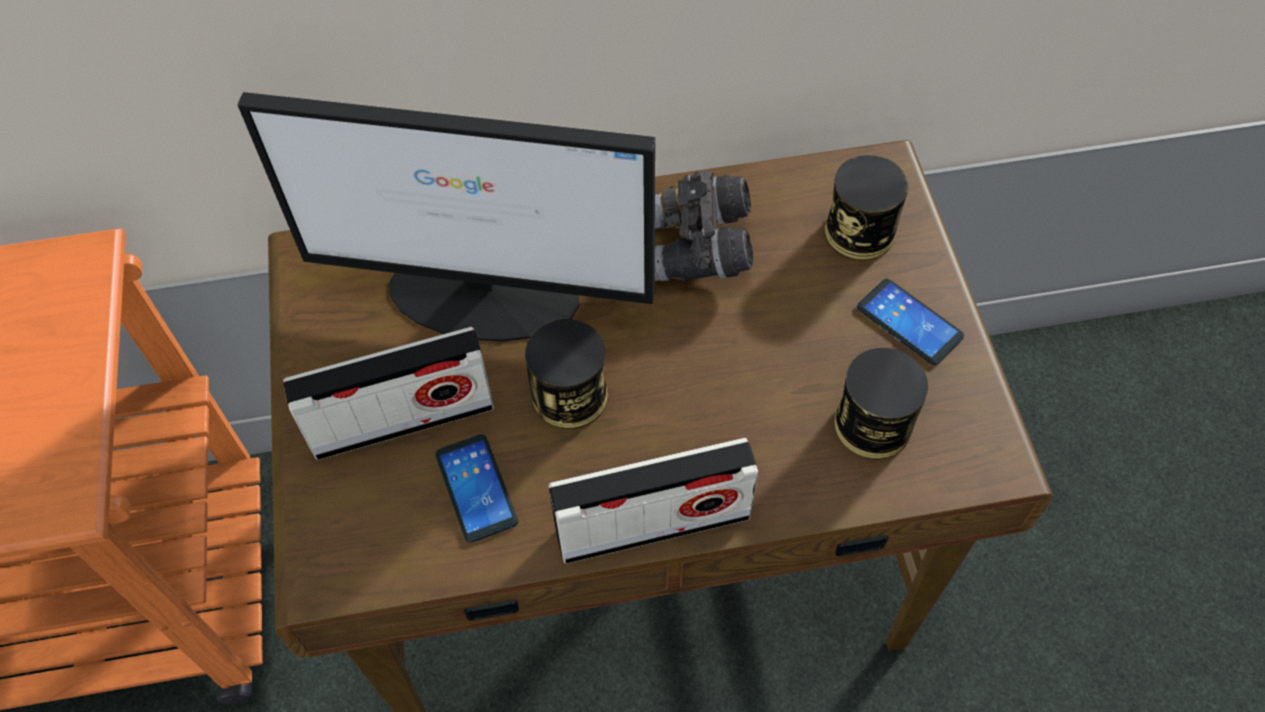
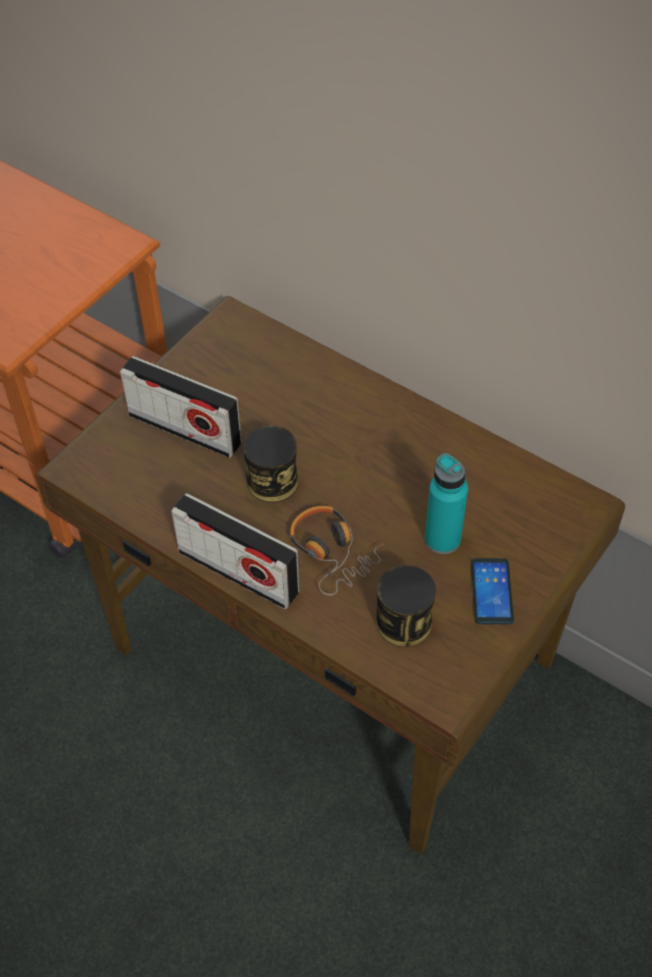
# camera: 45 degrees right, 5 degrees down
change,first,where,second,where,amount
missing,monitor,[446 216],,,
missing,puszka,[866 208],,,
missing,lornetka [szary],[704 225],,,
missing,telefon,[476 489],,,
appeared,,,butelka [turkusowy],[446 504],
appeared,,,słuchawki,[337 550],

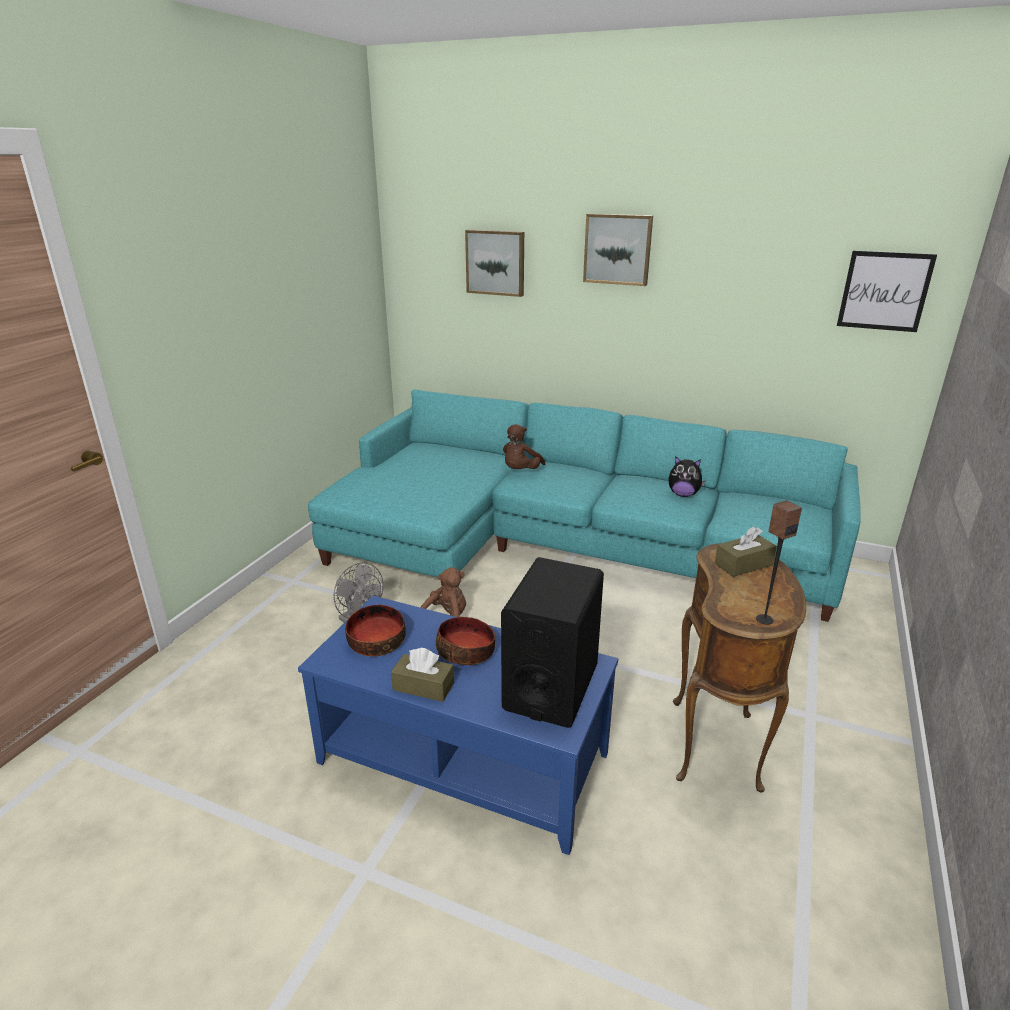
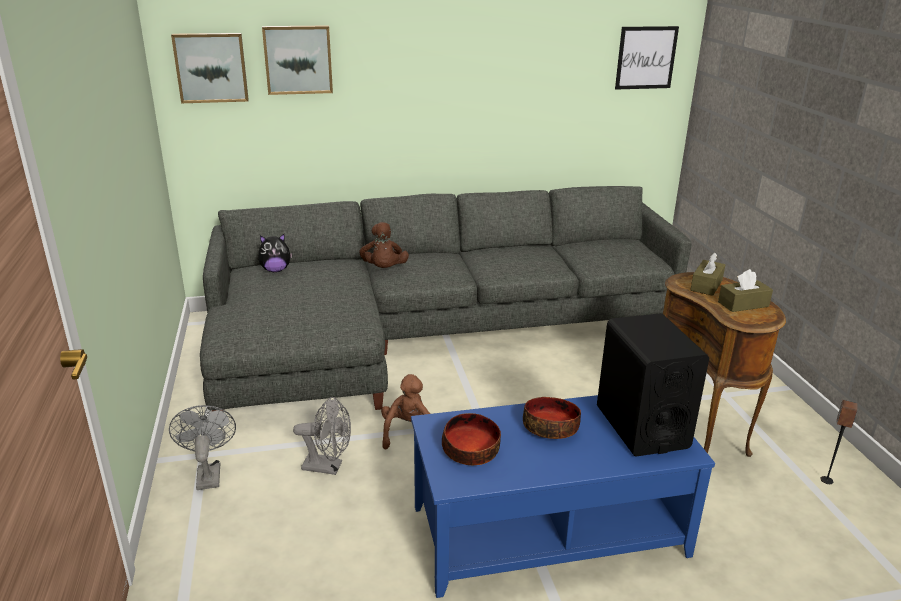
# camera: 35 degrees left, 0 degrees up
change,first,where,second,where,amount
relocated,obraz,[618 250],,[210 68],
colour,kanapa [turkusowy],[584 506],kanapa [szary],[446 298],
relocated,pluszak,[686 476],,[275 253],
relocated,głośnik,[779 562],,[839 442],
relocated,pudełko chusteczek [brązowy],[422 675],,[745 290],
appeared,,,wentylator [szary],[202 447],

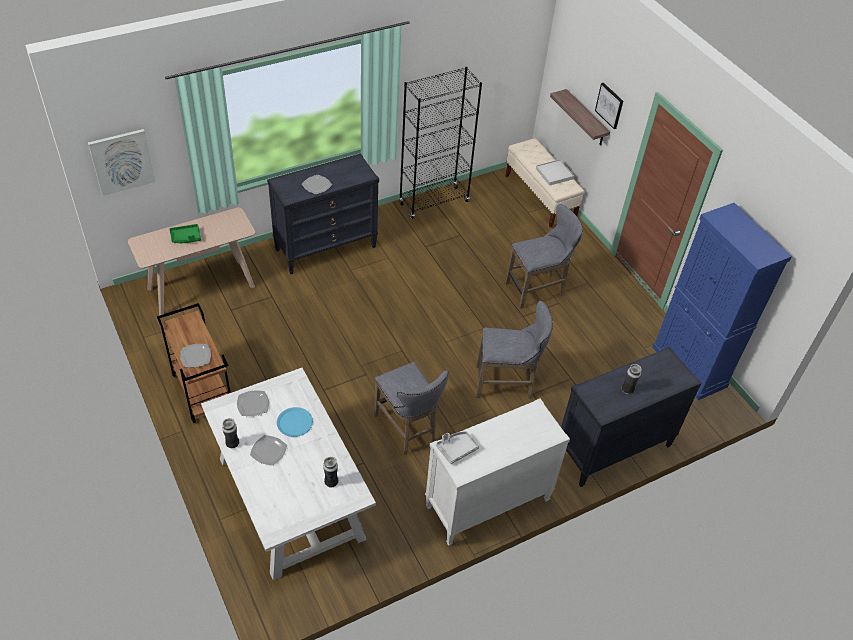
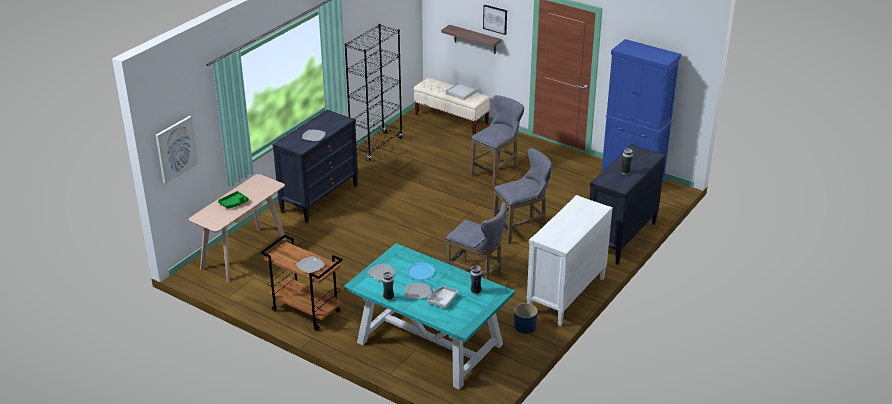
# camera: 25 degrees left, 15 degrees down
change,first,where,second,where,amount
colour,stół jadalny [biały],[288 474],stół jadalny [turkusowy],[429 316],
relocated,taca [szary],[457 447],,[442 297],
appeared,,,donica [niebieski],[526 318],

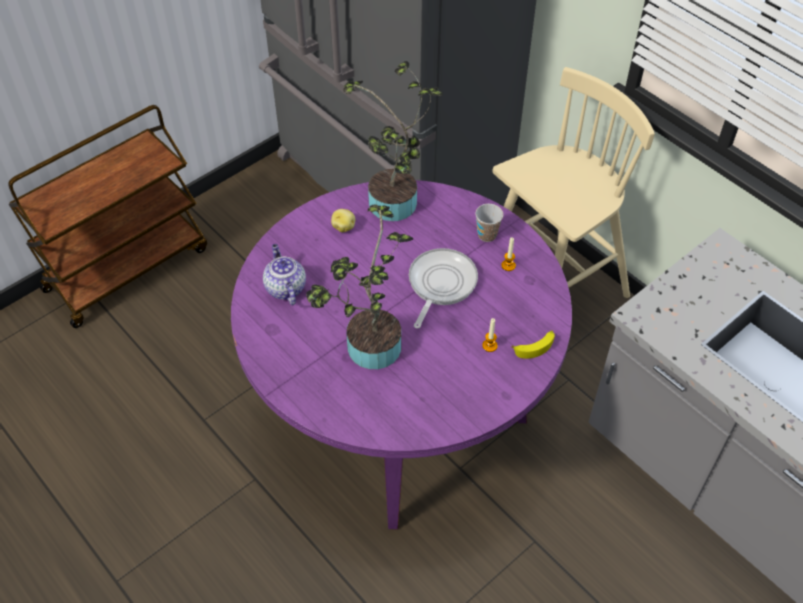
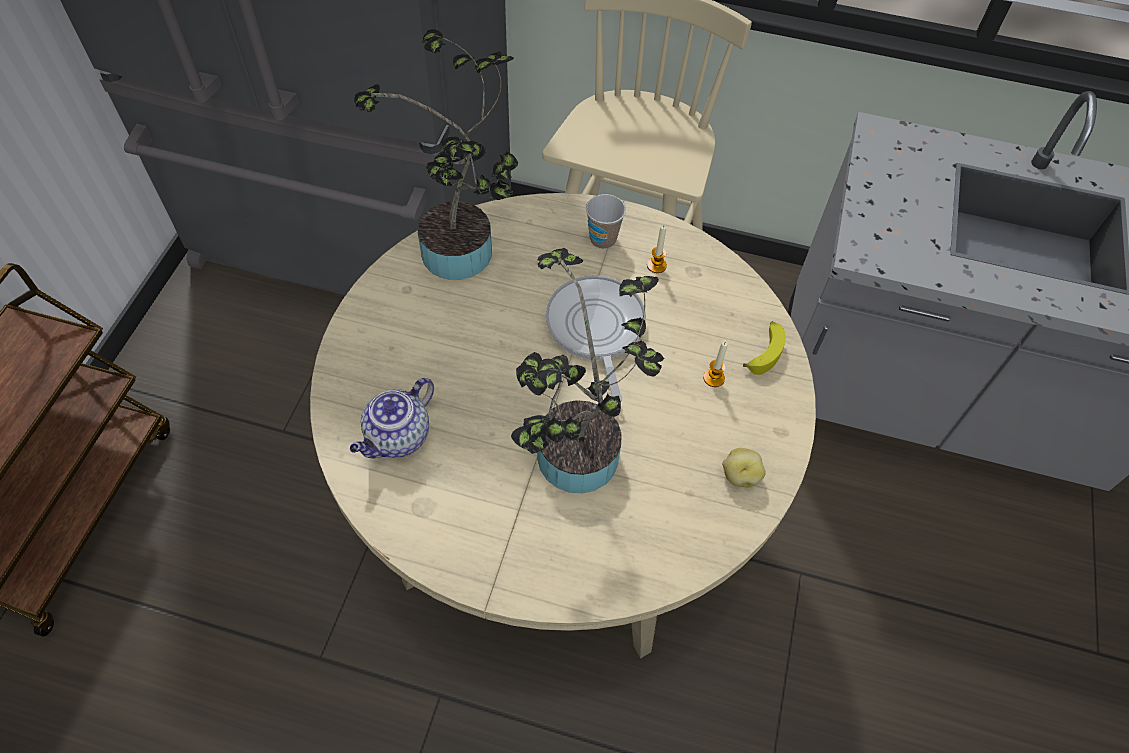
# camera: 35 degrees left, 5 degrees up
change,first,where,second,where,amount
colour,stół jadalny [fioletowy],[401 355],stół jadalny [beżowy],[563 426],
relocated,ziemniak,[343 220],,[744 467],
spun,imbryk,[284 274],,[392 418],90 degrees counterclockwise

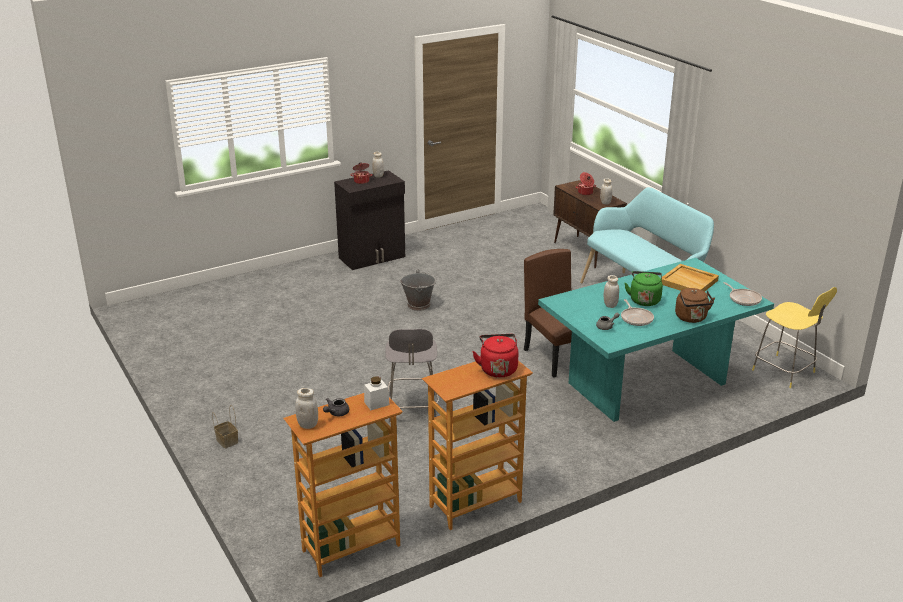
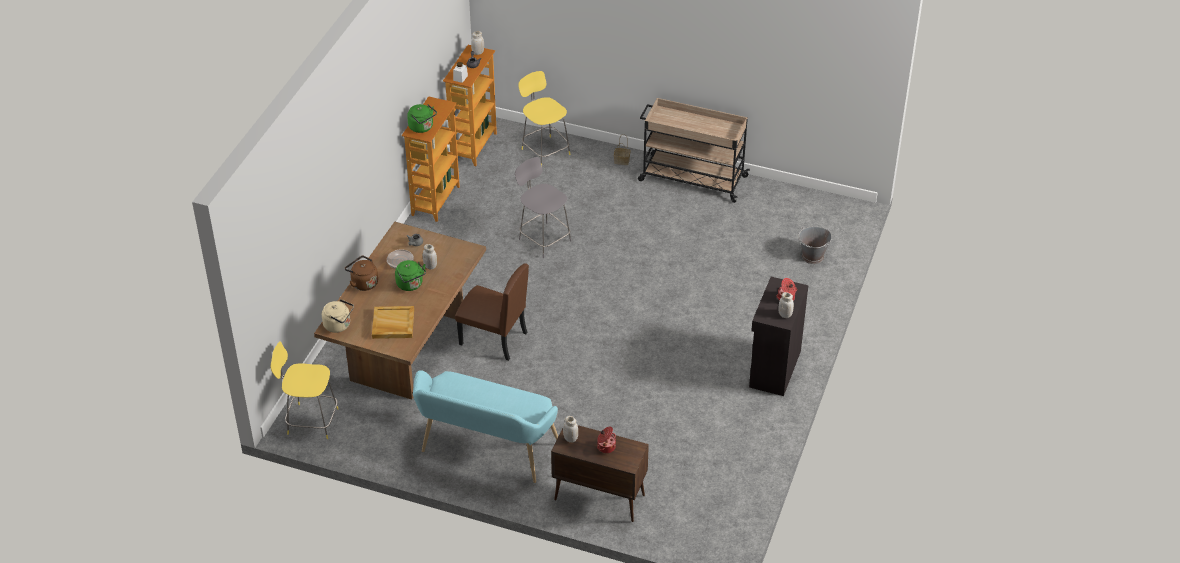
# camera: 140 degrees right, 15 degrees up
change,first,where,second,where,amount
colour,stół jadalny [turkusowy],[656 340],stół jadalny [brązowy],[400 311],
relocated,wiadro [szary],[417 290],,[815 245],
exchanged,patelnia,[742 294],czajnik [beżowy],[338 316],
colour,czajnik [czerwony],[495 356],czajnik [zielony],[422 118],
appeared,,,stołek [żółty],[544 118],
appeared,,,wózek [beżowy],[694 150],

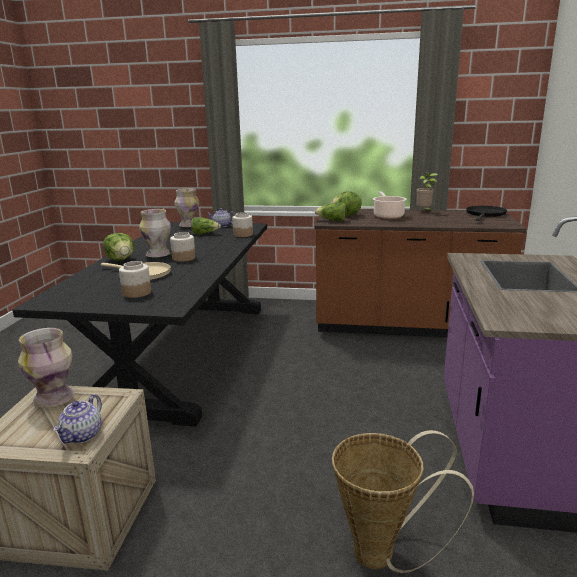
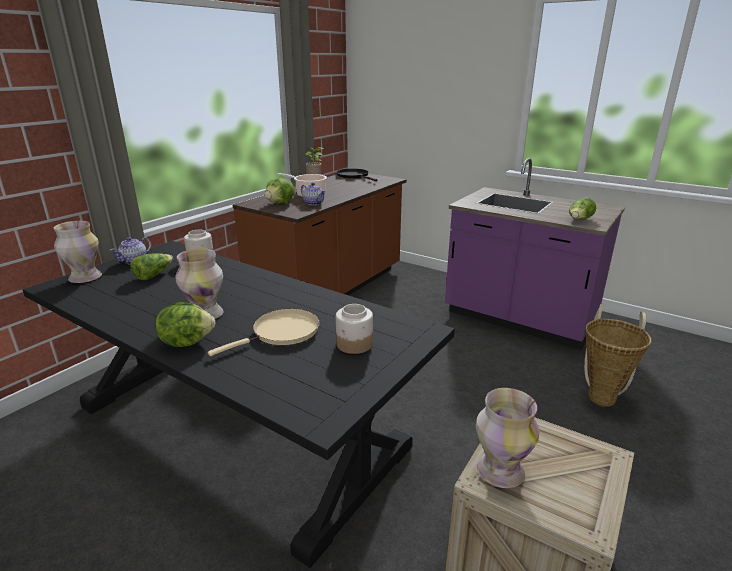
# camera: 65 degrees left, 5 degrees up
change,first,where,second,where,amount
relocated,sałata,[331 211],,[582 208],
missing,słoik,[183 247],,,
relocated,imbryk,[77 419],,[313 194],

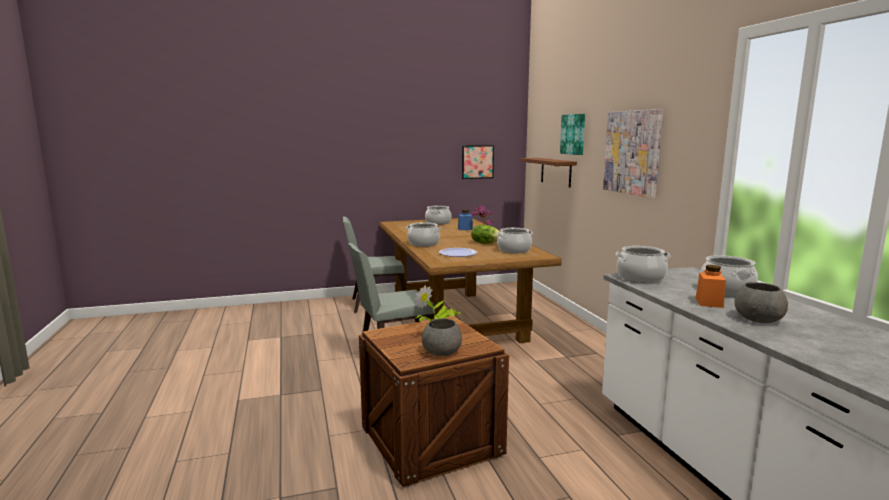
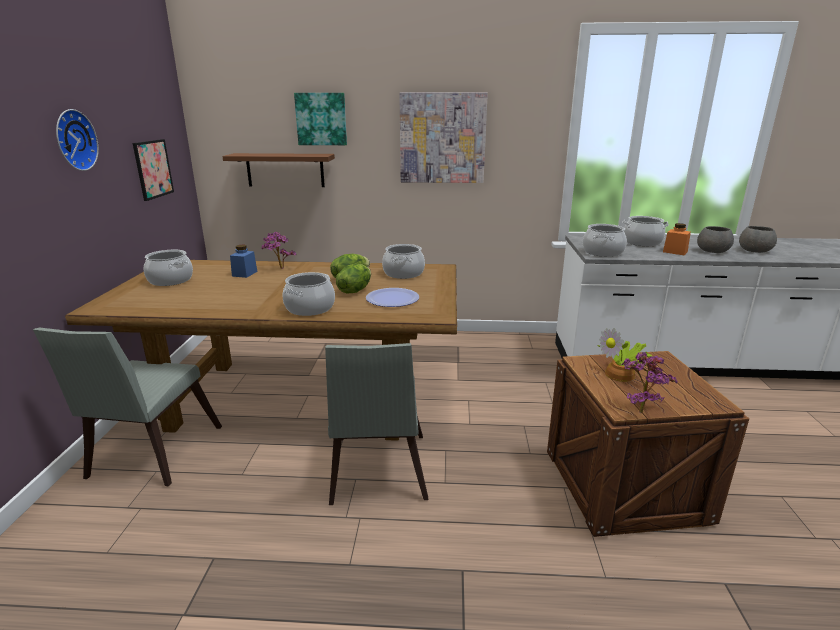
# camera: 70 degrees left, 10 degrees up
change,first,where,second,where,amount
relocated,miska [szary],[442 337],,[758 239],
appeared,,,zegar ścienny,[77 140],
appeared,,,sałata,[353 278],
appeared,,,roślina doniczkowa,[649 382],

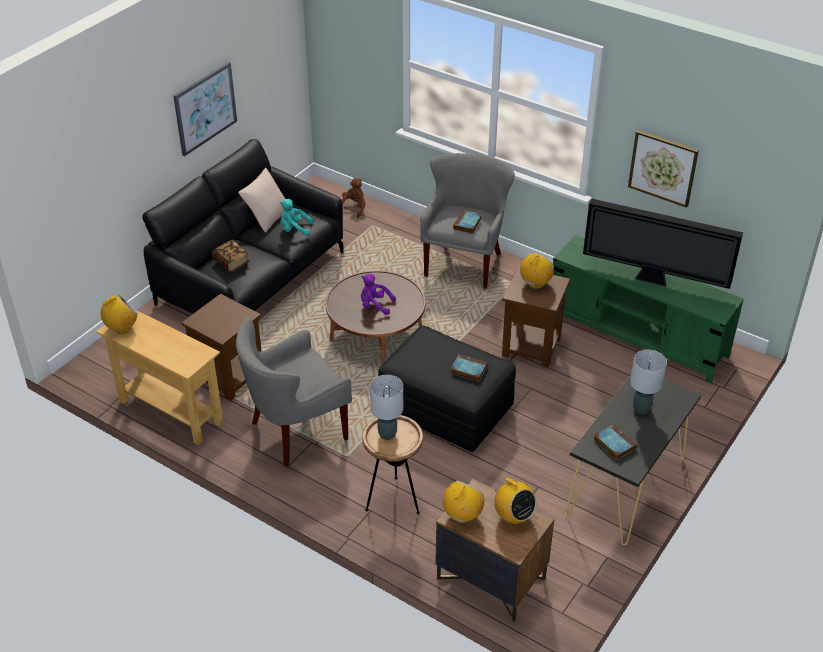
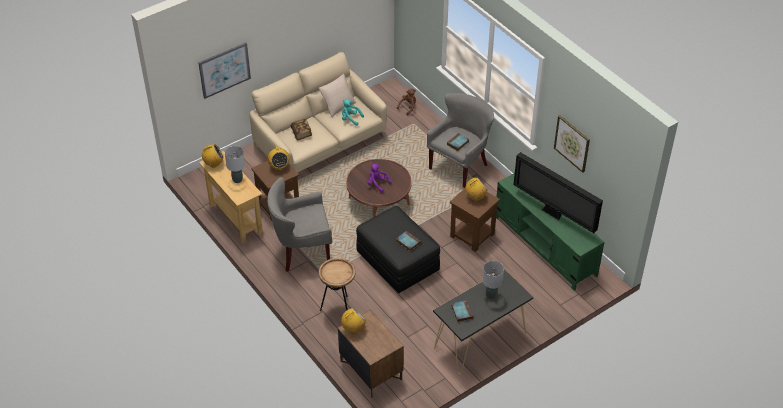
# camera: 20 degrees right, 5 degrees up
change,first,where,second,where,amount
relocated,obraz,[205 109],,[224 70],
colour,kanapa [czarny],[242 226],kanapa [beżowy],[318 112],
relocated,lampa stołowa [szary],[386 407],,[235 164],
relocated,radio,[514 501],,[278 158],

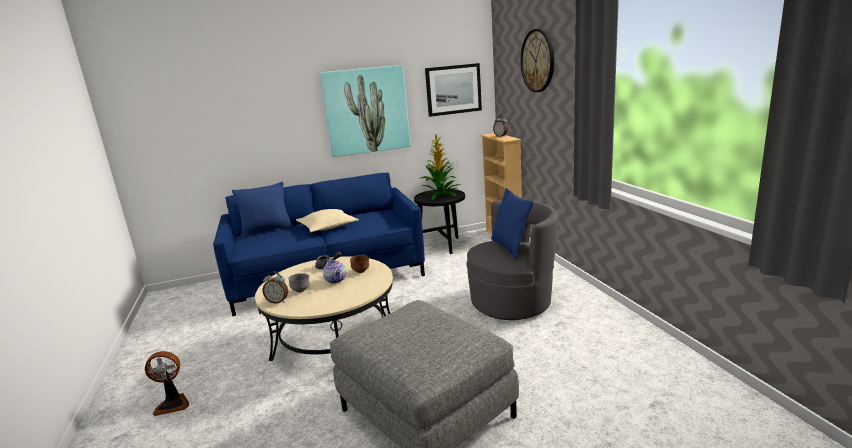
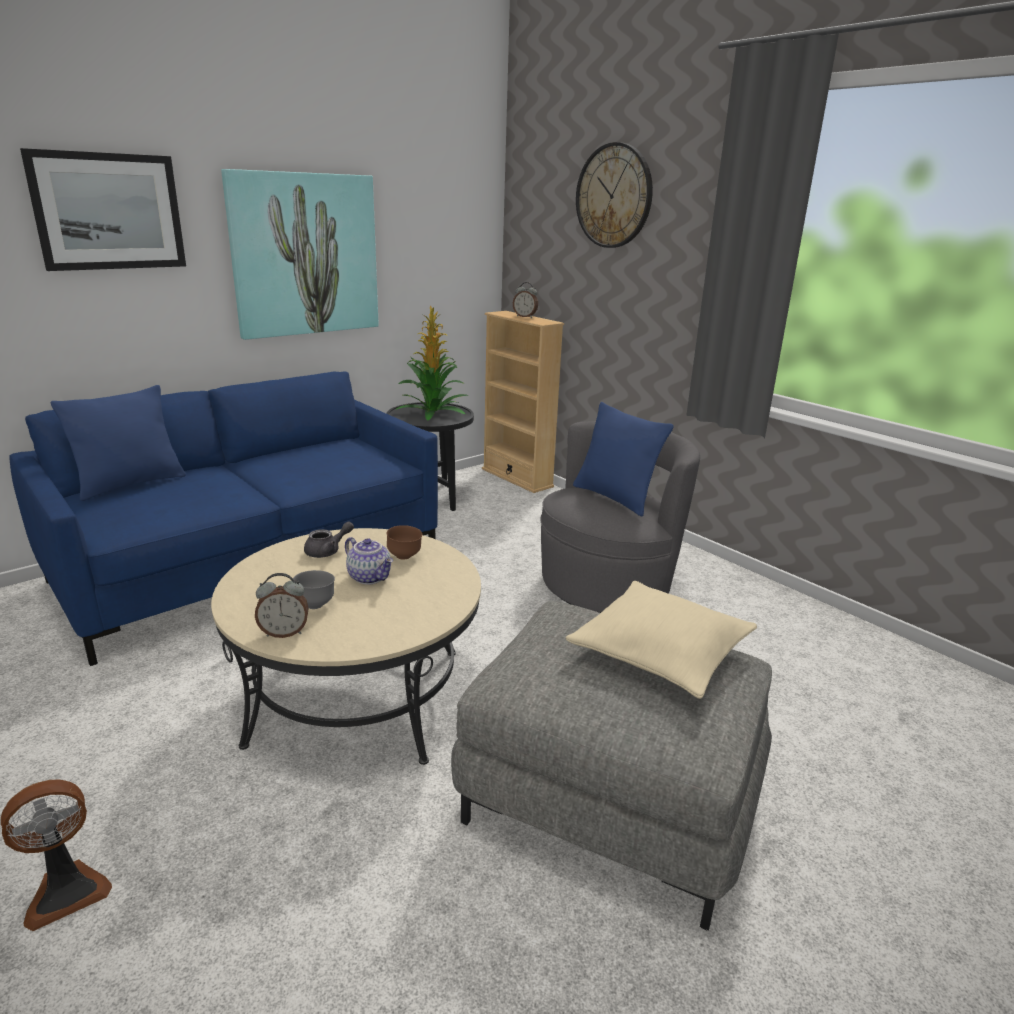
# camera: 25 degrees left, 5 degrees up
change,first,where,second,where,amount
relocated,obraz,[453 90],,[103 209],
relocated,poduszka [beżowy],[327 220],,[661 640],

